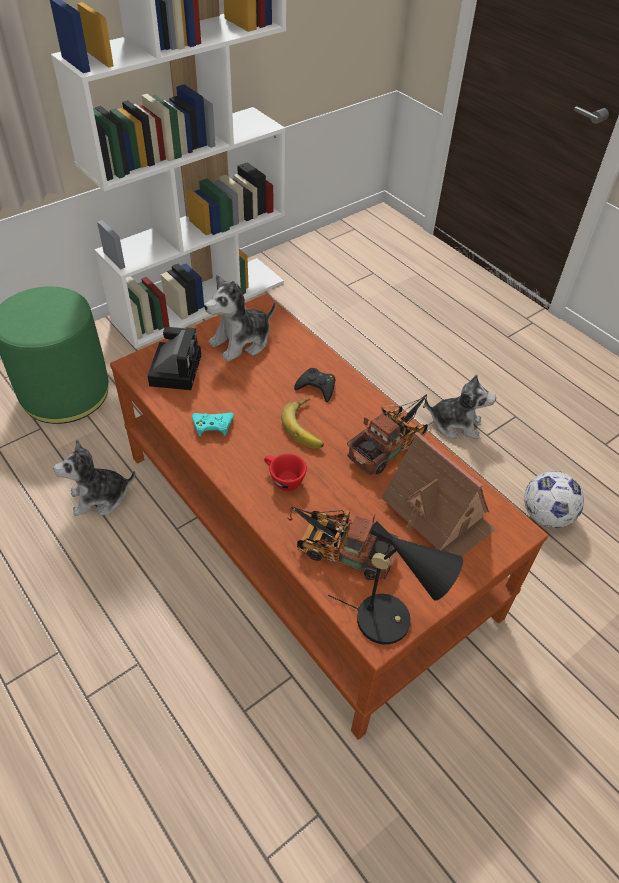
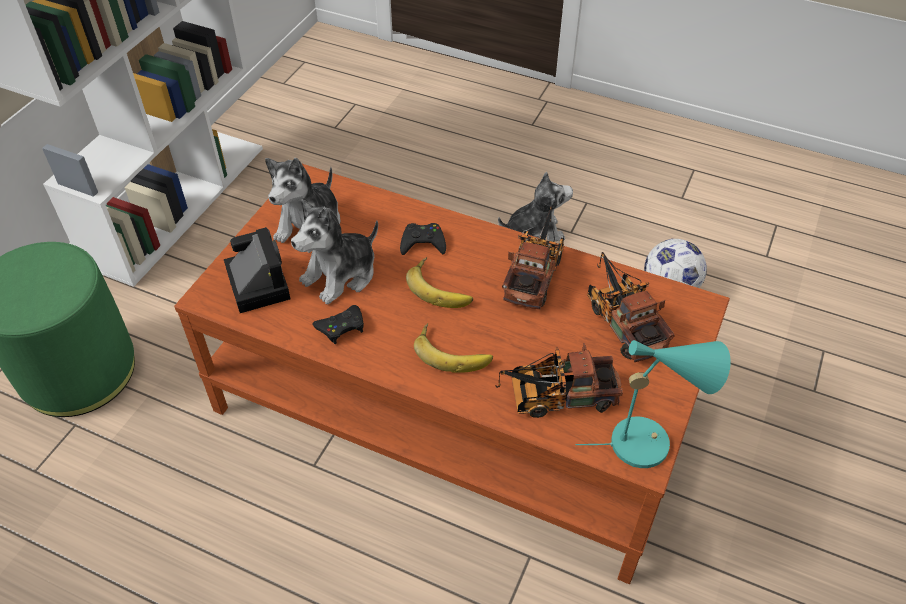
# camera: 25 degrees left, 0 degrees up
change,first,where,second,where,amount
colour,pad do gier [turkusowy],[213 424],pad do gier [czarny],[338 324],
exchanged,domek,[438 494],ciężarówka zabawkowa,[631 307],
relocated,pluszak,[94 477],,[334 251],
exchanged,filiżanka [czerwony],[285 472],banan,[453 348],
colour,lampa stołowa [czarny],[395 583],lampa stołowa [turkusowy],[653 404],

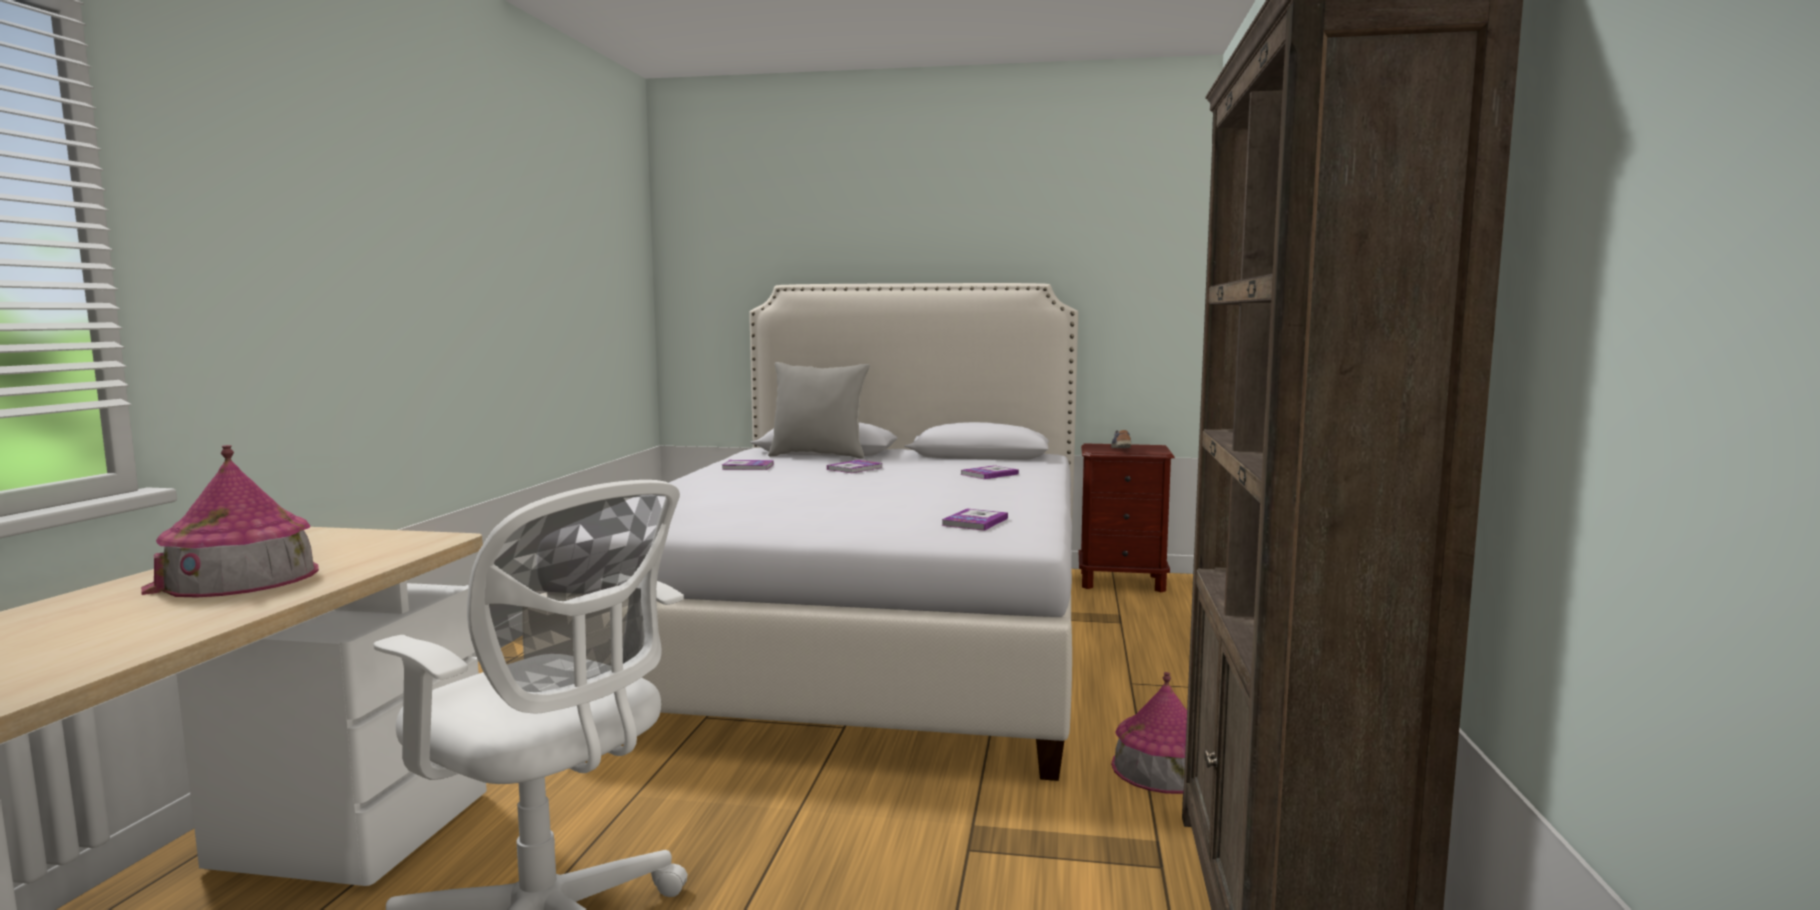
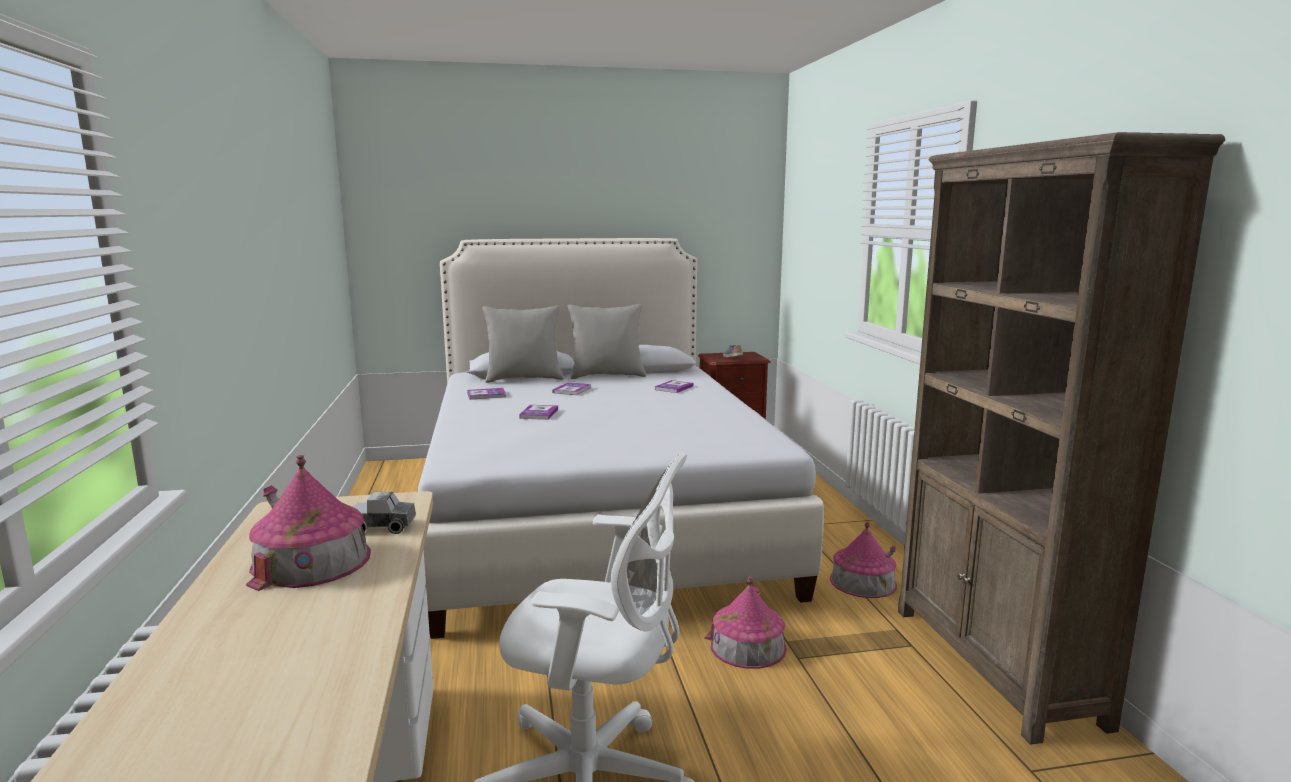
# camera: 20 degrees left, 5 degrees up
change,first,where,second,where,amount
relocated,książka,[975 519],,[538 412],
appeared,,,poduszka [szary],[607 341],
appeared,,,ciężarówka zabawkowa,[385 512],
appeared,,,domek,[745 622],

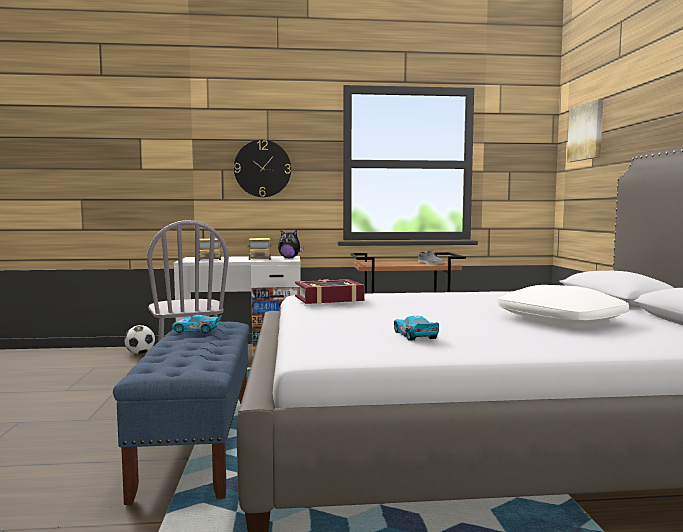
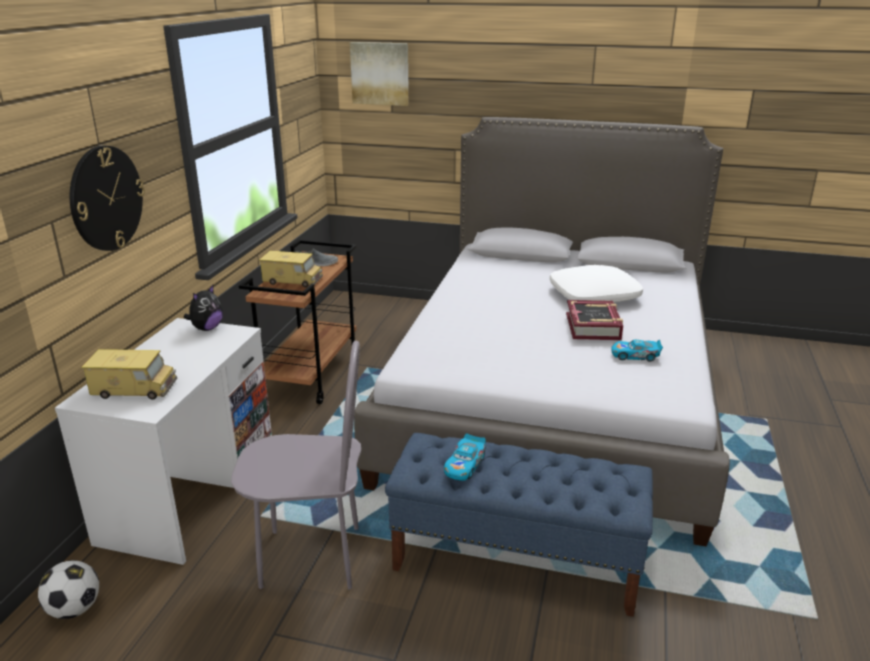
# camera: 70 degrees left, 20 degrees up
change,first,where,second,where,amount
relocated,ciężarówka zabawkowa,[259 249],,[291 269],
relocated,książka,[330 291],,[594 320],

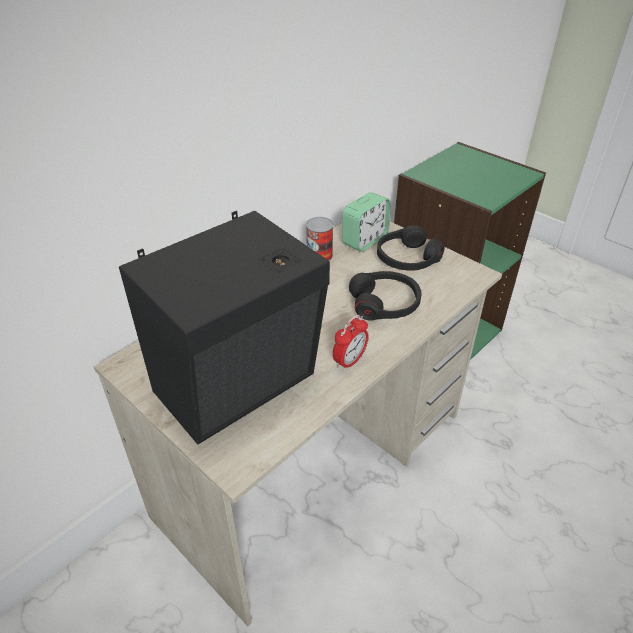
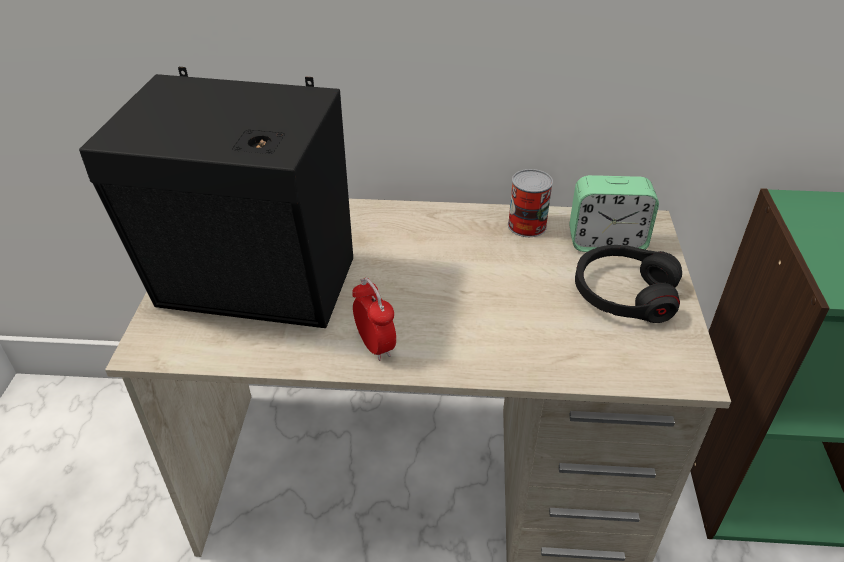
# camera: 50 degrees right, 0 degrees up
change,first,where,second,where,amount
missing,słuchawki [czarny],[385 296],,,
spun,budzik,[351 343],,[374 319],120 degrees counterclockwise

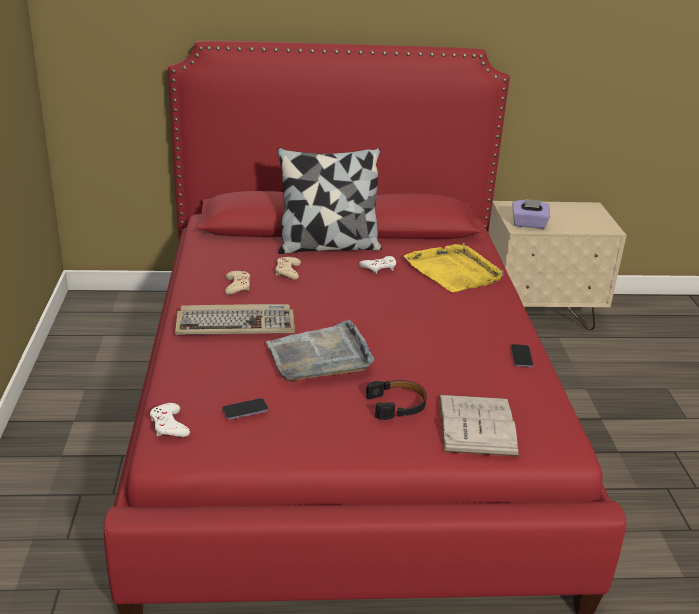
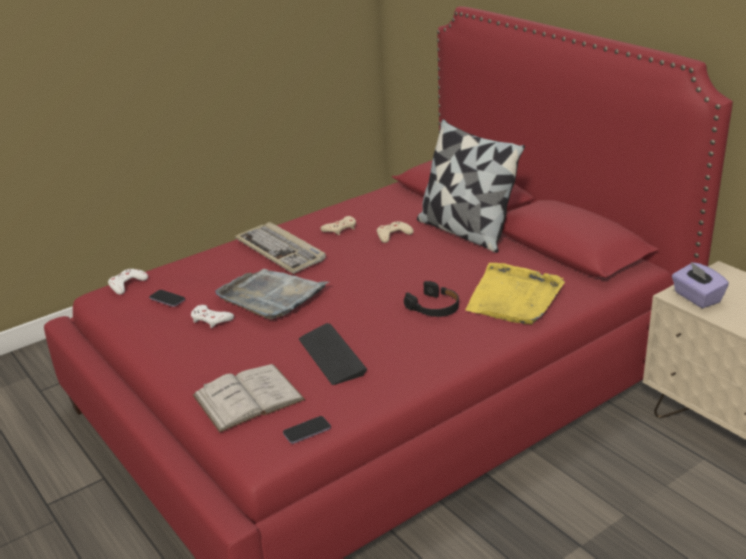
# camera: 60 degrees right, 0 degrees up
change,first,where,second,where,amount
relocated,pad do gier [biały],[377 265],,[212 316],
relocated,telefon,[522 355],,[307 430],
relocated,słuchawki [czarny],[396 400],,[431 299],
appeared,,,klawiatura,[333 354],

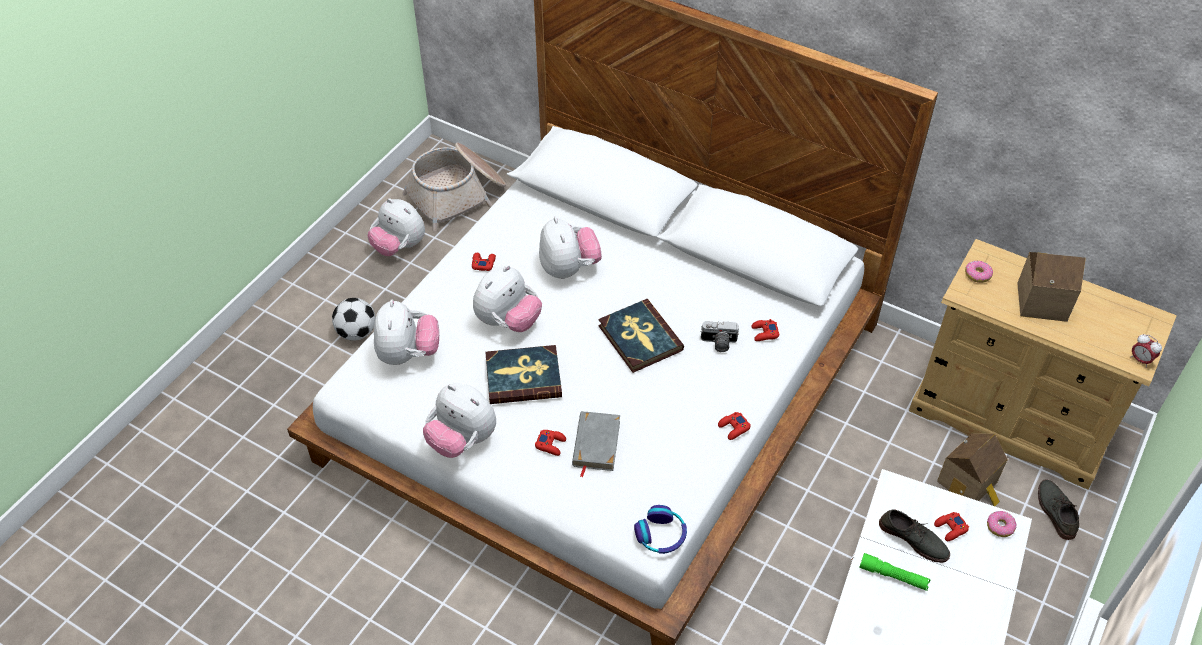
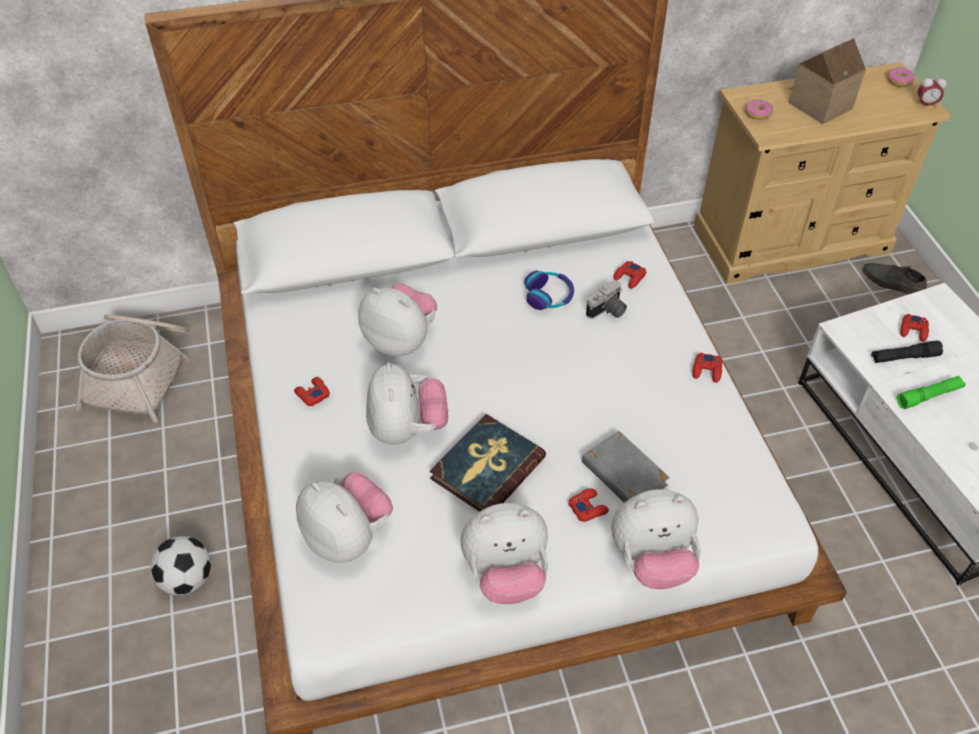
# camera: 45 degrees left, 0 degrees up
change,first,where,second,where,amount
relocated,pluszak,[396 227],,[655 539],
missing,książka,[641 336],,,
missing,domek,[972 469],,,
relocated,słuchawki,[660 529],,[549 290],
exchanged,but [szary],[914 536],latarka [czarny],[907 352],
relocated,donut,[1001 524],,[901 77],

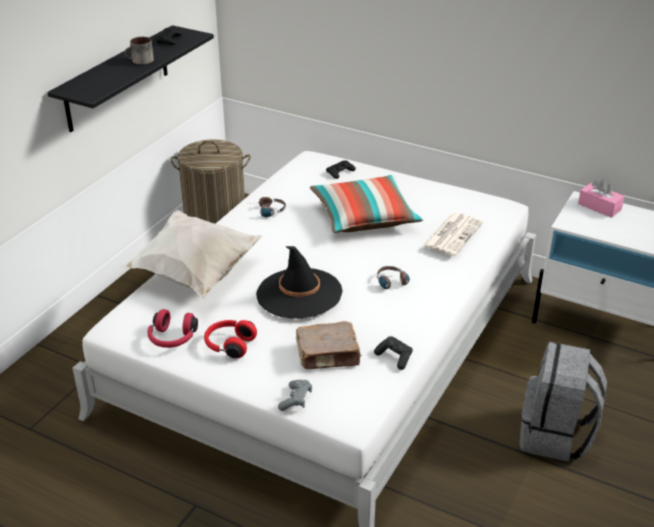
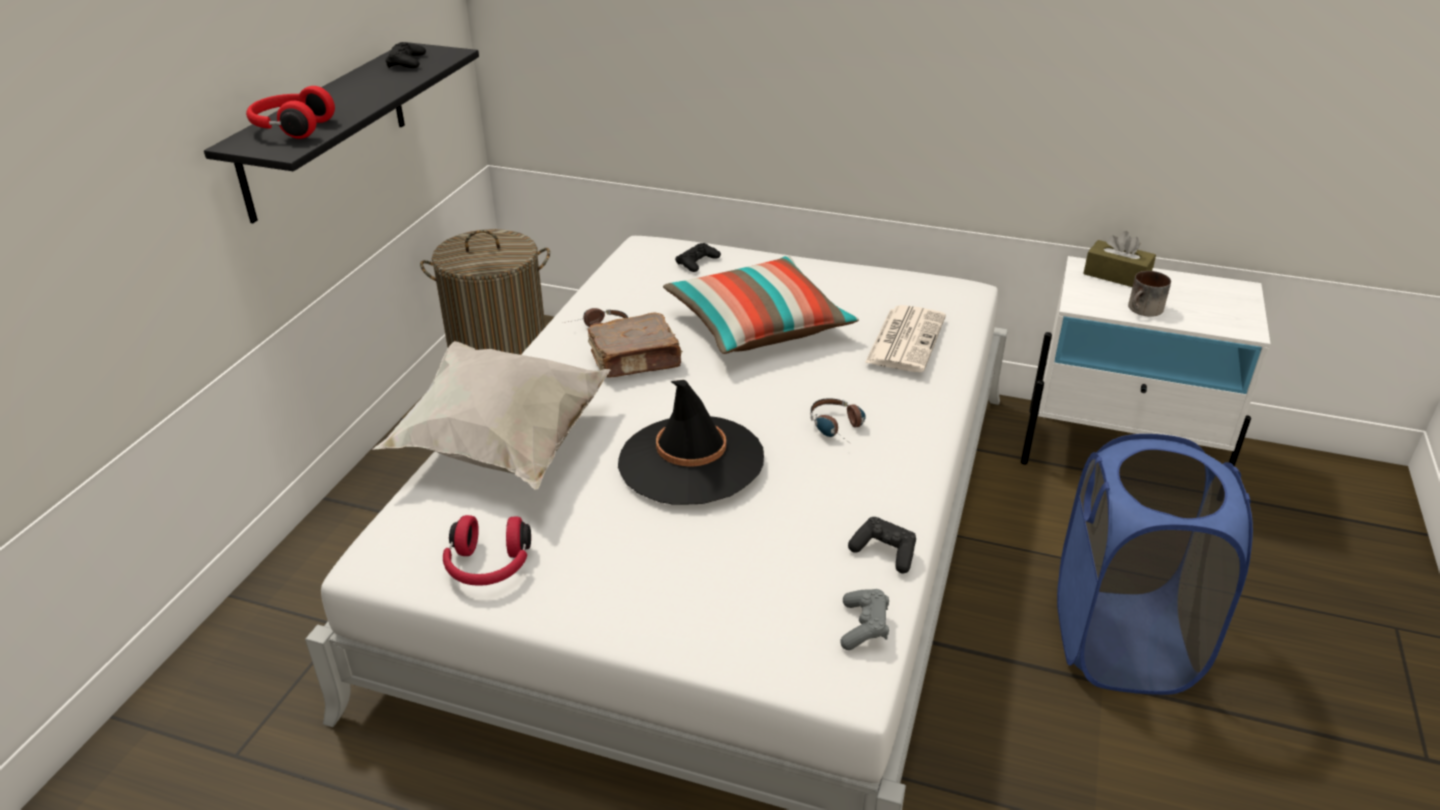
# camera: 10 degrees left, 0 degrees up
change,first,where,second,where,amount
relocated,kubek,[139 51],,[1149 294],
colour,pudełko chusteczek [różowy],[601 198],pudełko chusteczek [brązowy],[1119 259],
relocated,słuchawki [czerwony],[230 339],,[290 112],
relocated,książka [brązowy],[329 345],,[635 344],
exchanged,plecak [szary],[563 402],kosz na pranie [niebieski],[1155 564],
relocated,pad do gier [szary],[295 395],,[864 619],

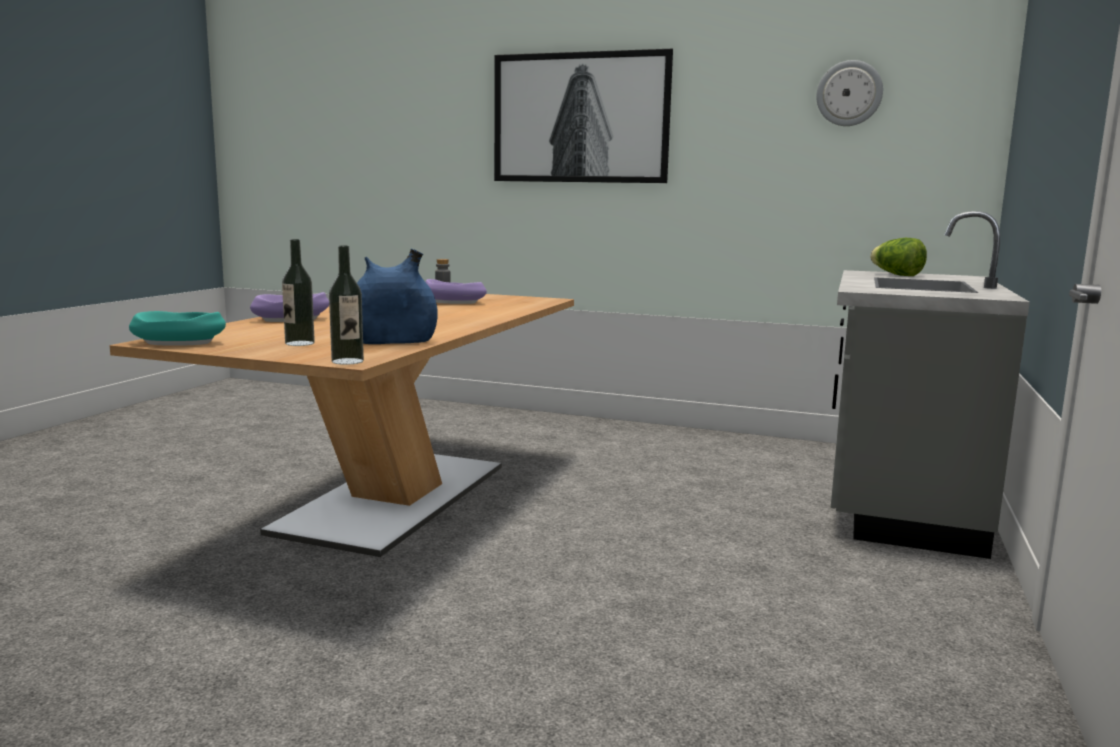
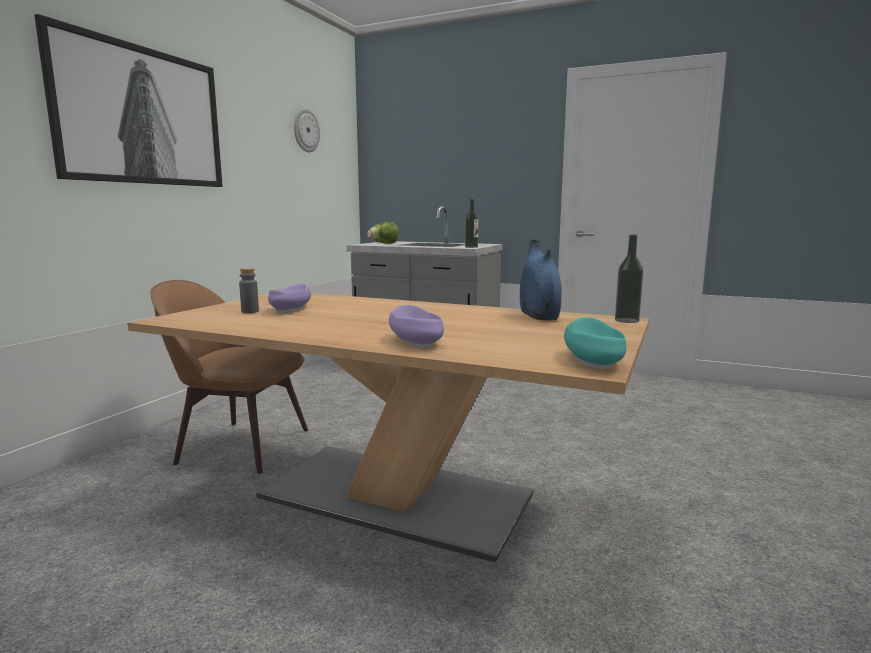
# camera: 85 degrees left, 0 degrees up
change,first,where,second,where,amount
relocated,butelka,[298 292],,[471 223],
appeared,,,krzesło [brązowy],[229 377],

